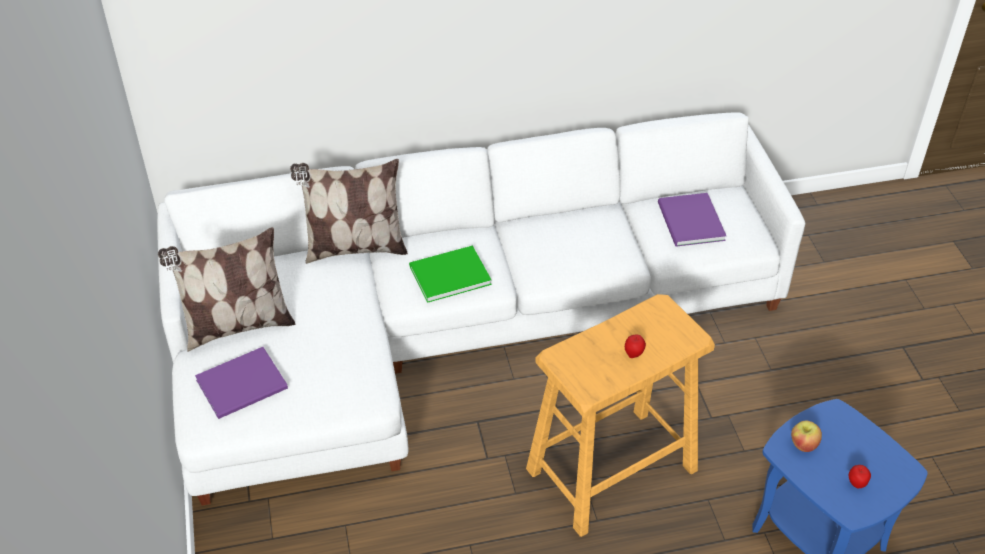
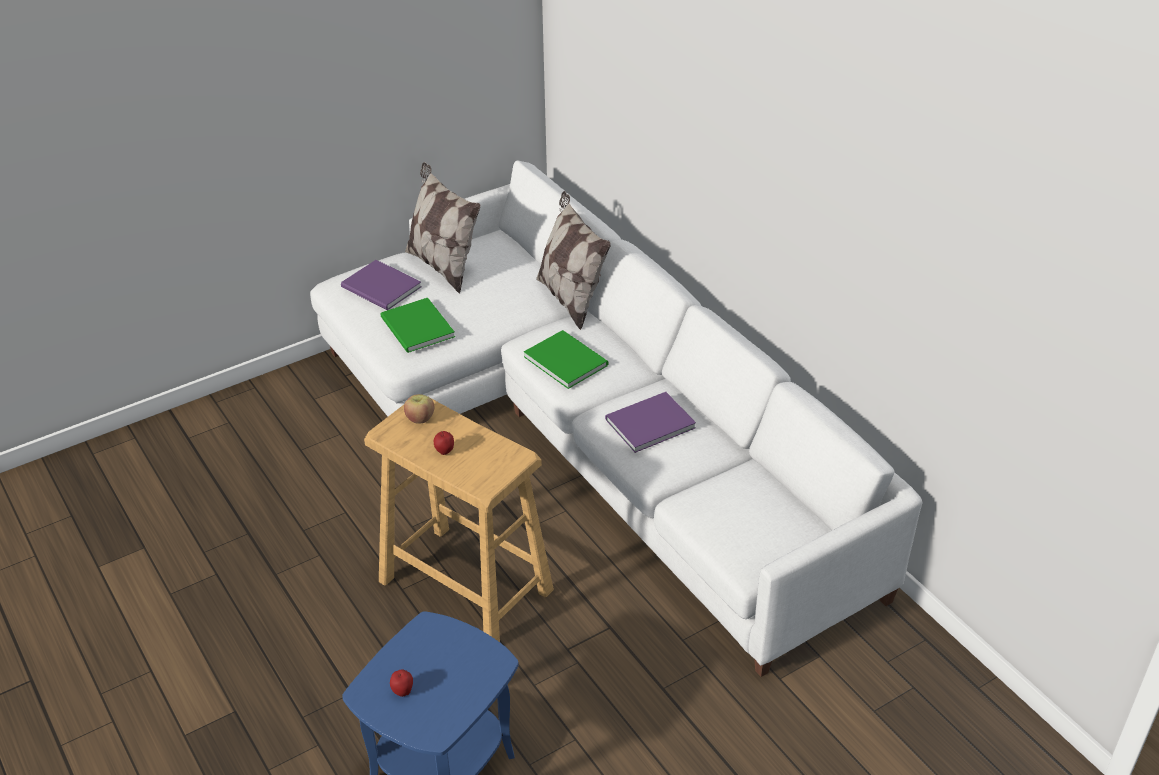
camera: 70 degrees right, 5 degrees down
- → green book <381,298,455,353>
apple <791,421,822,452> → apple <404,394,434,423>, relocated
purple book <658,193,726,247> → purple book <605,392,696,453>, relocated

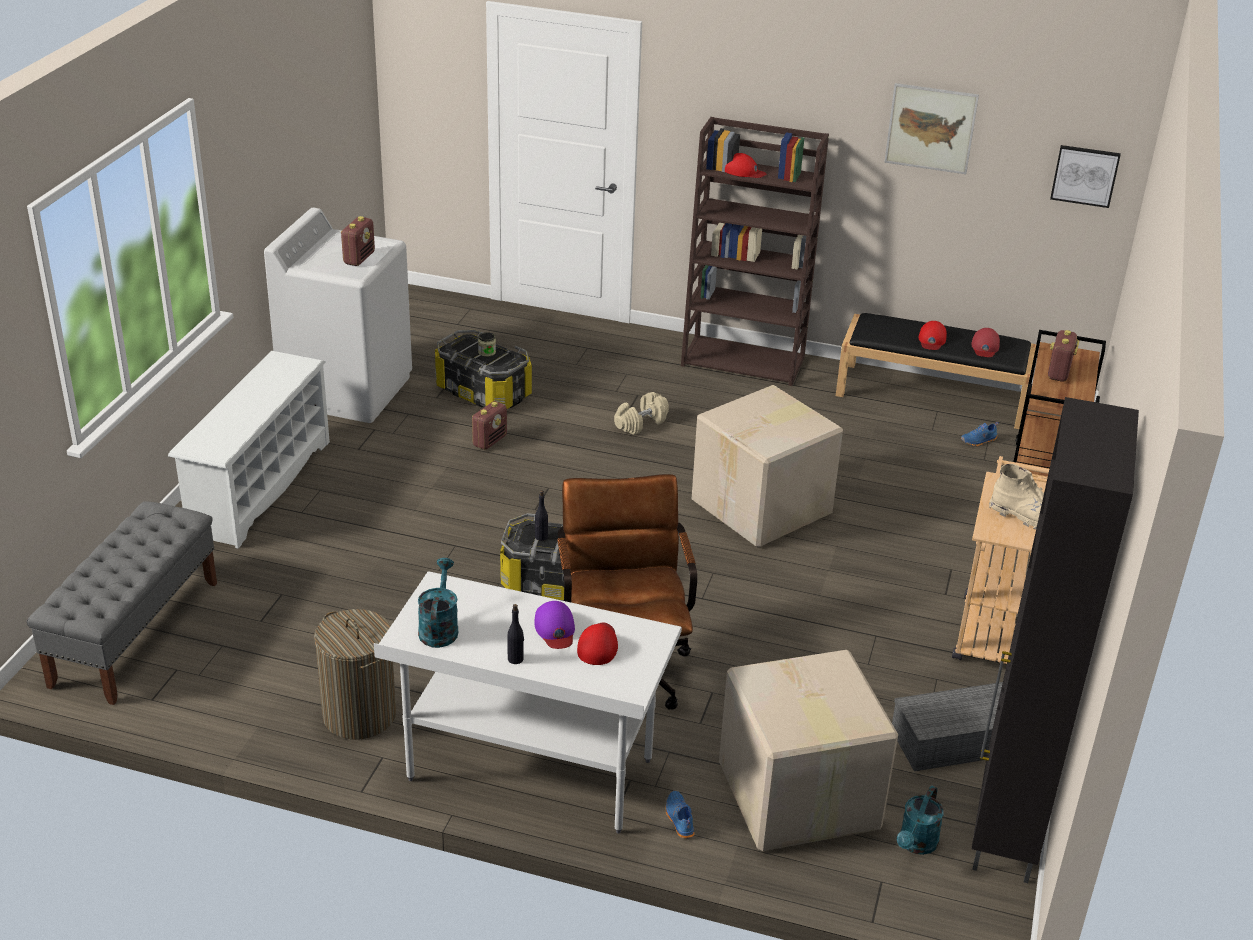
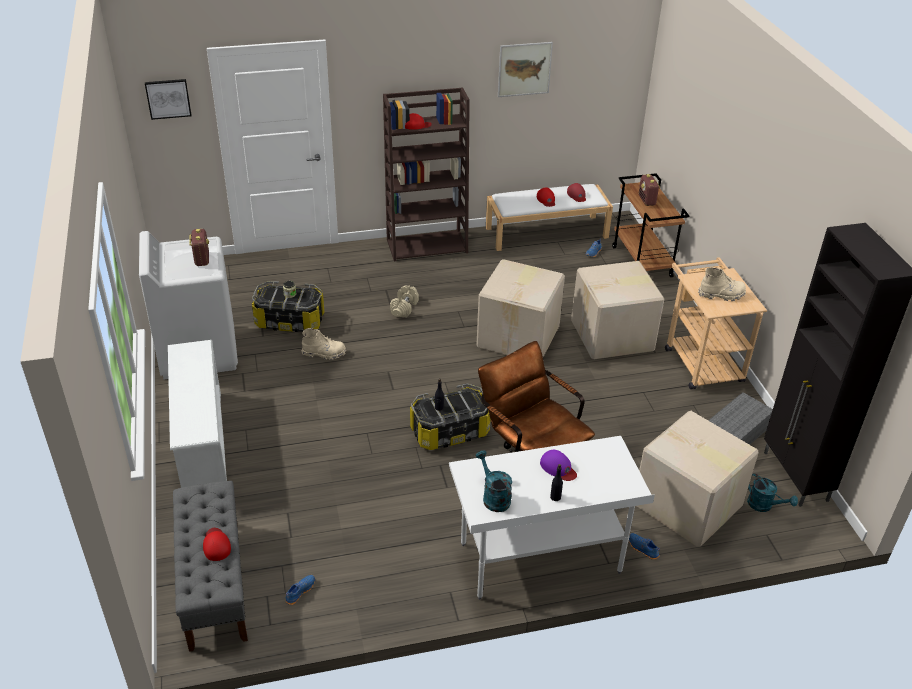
camera: 30 degrees left, 5 degrees up
picture <1050,145,1121,208> → picture <145,79,192,120>, relocated
red cap <577,623,618,665> → red cap <203,528,231,561>, relocated
- → blue shoe <285,575,315,605>
radio <472,401,507,450> → beige boot <302,328,346,360>
black bench <836,313,1036,429> → white bench <486,184,613,251>
- → cardboard box <571,261,665,360>
turquoise watering can <897,786,944,855> → turquoise watering can <747,473,798,512>, 45 degrees counterclockwise
laundry basket <314,609,396,739> → -

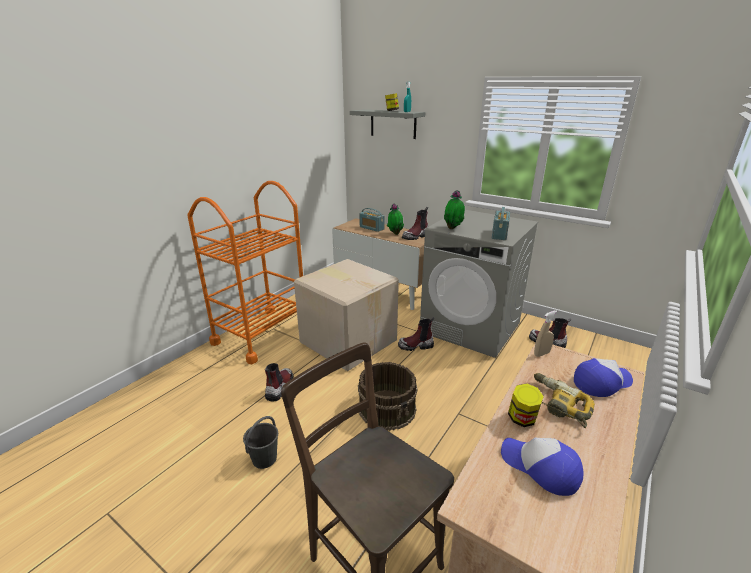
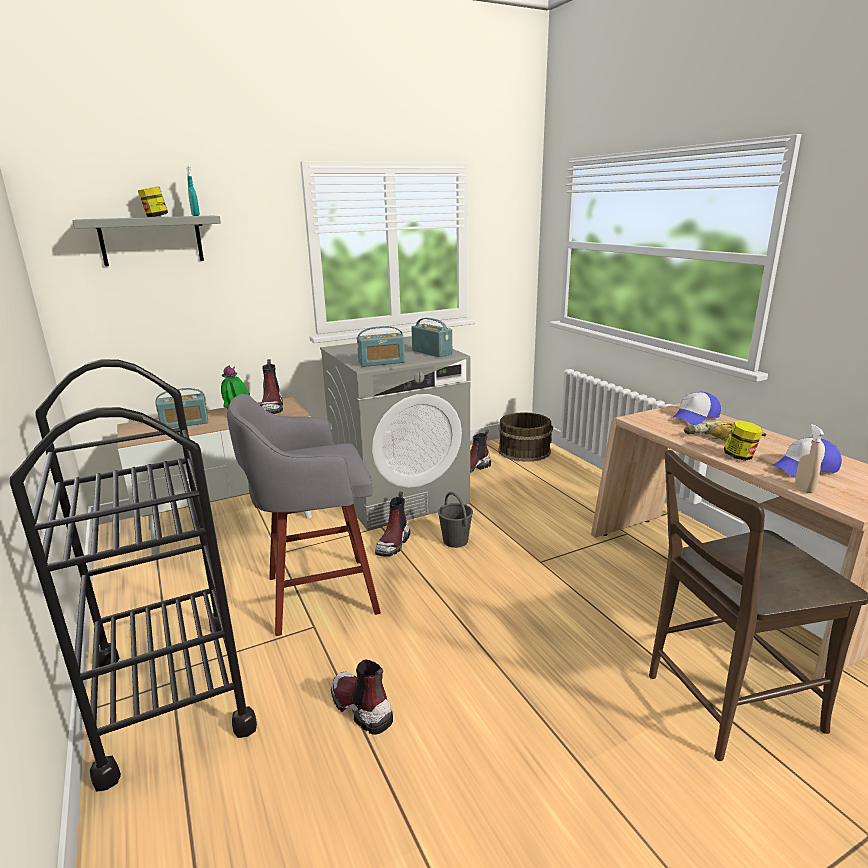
camera: 60 degrees left, 5 degrees down
orange cart <188,181,303,364> → black cart <10,359,257,792>
cardboard box <294,259,399,371> → grey stool <227,394,381,636>
potted plant <444,190,465,229> → radio <357,326,405,367>
grey bucket <243,416,278,469> → grey bucket <438,492,473,548>, relocated
brown bucket <358,362,418,431> → brown bucket <498,412,553,462>, relocated
cap <574,358,633,397> → cap <672,392,721,425>, 135 degrees counterclockwise
beige spray bottle <534,310,557,357> → beige spray bottle <795,424,824,493>, relocated

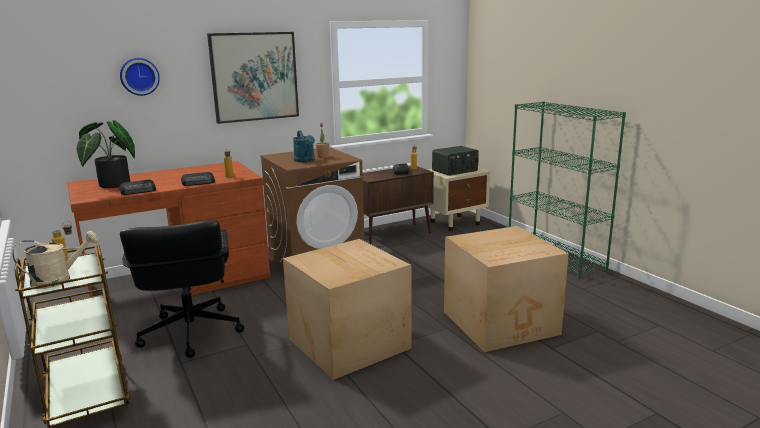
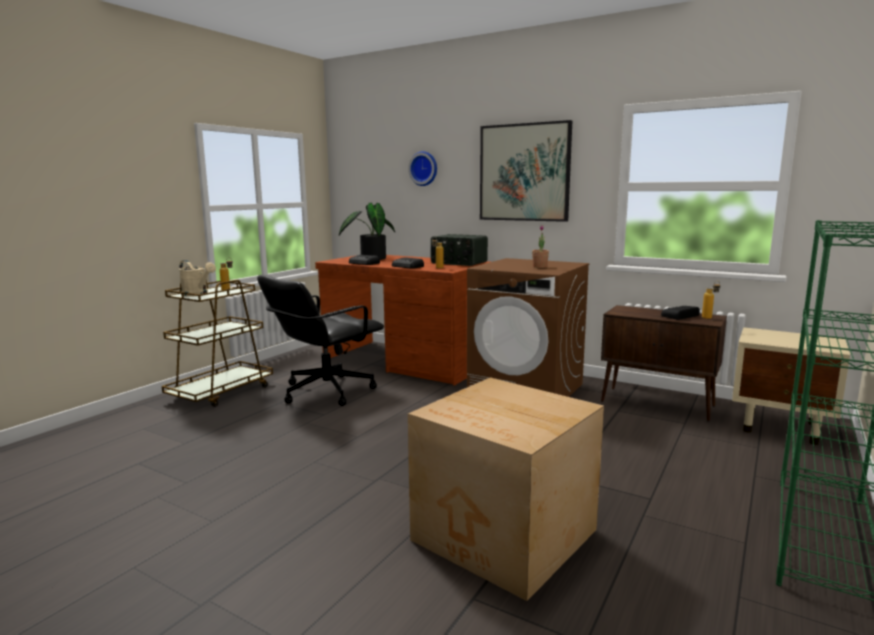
camera: 60 degrees right, 5 degrees down
radio <432,146,479,176> → radio <431,234,488,266>, relocated
cardboard box <283,239,412,380> → -
turquoise watering can <293,130,315,162> → -

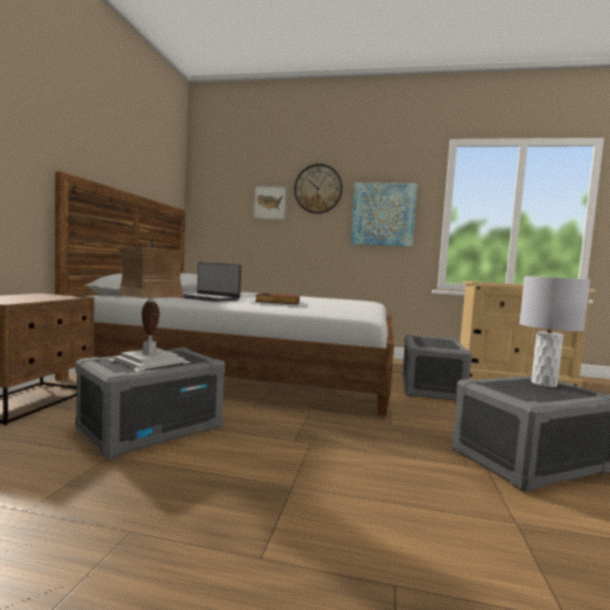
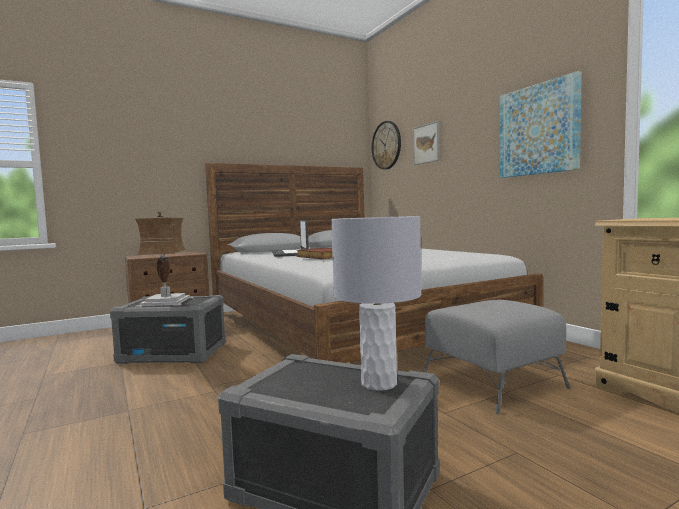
camera: 50 degrees right, 0 degrees up
wall clock <294,164,342,214> → wall clock <372,121,401,169>, relocated
grey storage box <402,334,473,401> → grey ottoman <423,300,571,414>

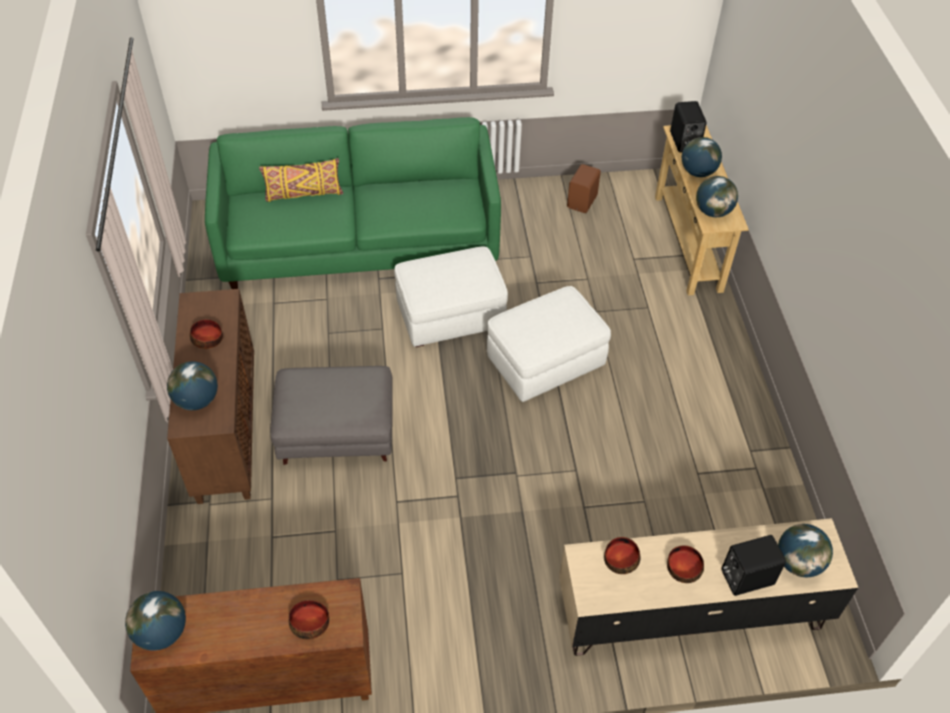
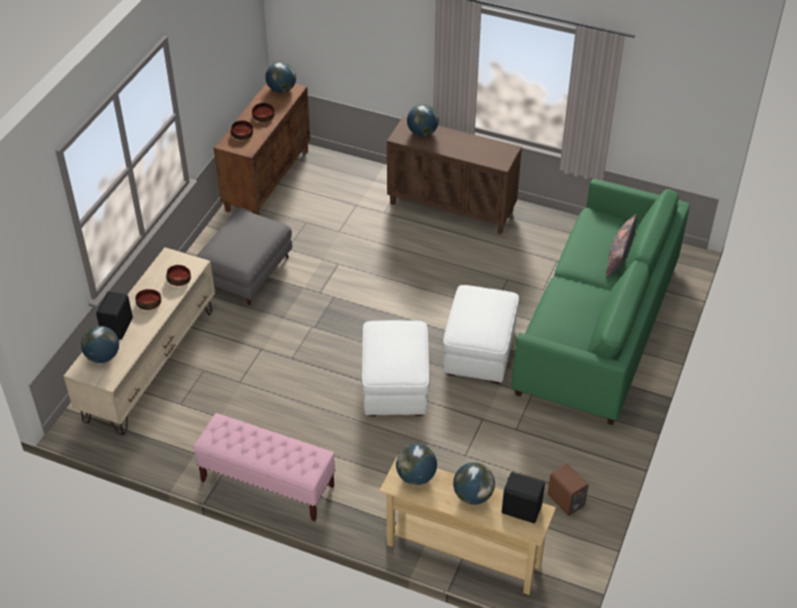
camera: 120 degrees right, 5 degrees down
- → pink bench <193,413,336,521>
grey ottoman <270,366,393,465> → grey ottoman <196,209,292,306>, relocated
bowl <190,319,223,349> → bowl <252,103,275,122>, relocated
yellow pillow <259,158,343,202> → grey pillow <606,214,637,278>

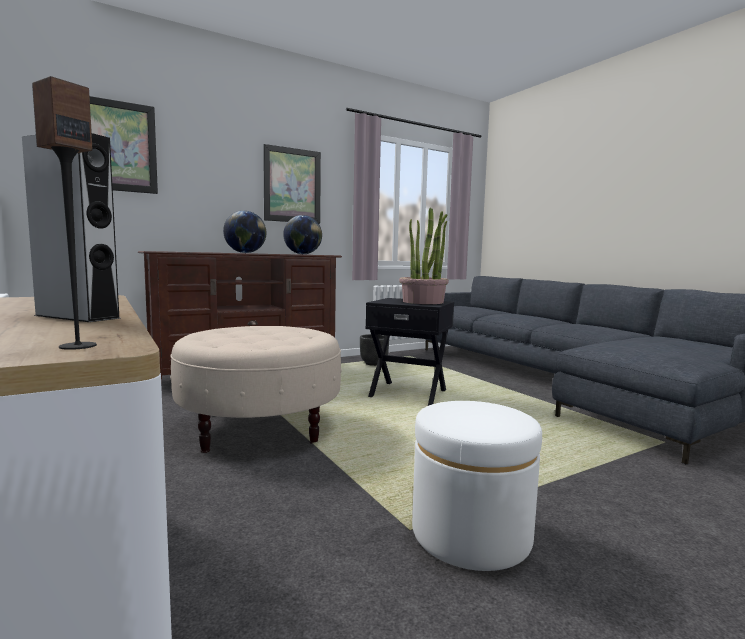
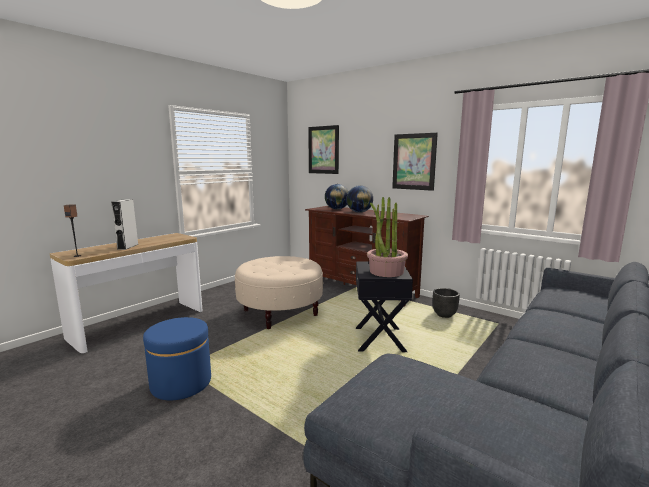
camera: 70 degrees right, 5 degrees up
white ottoman <412,401,542,571> → blue ottoman <143,317,211,400>
globe <283,215,322,254> → globe <325,184,349,209>, relocated

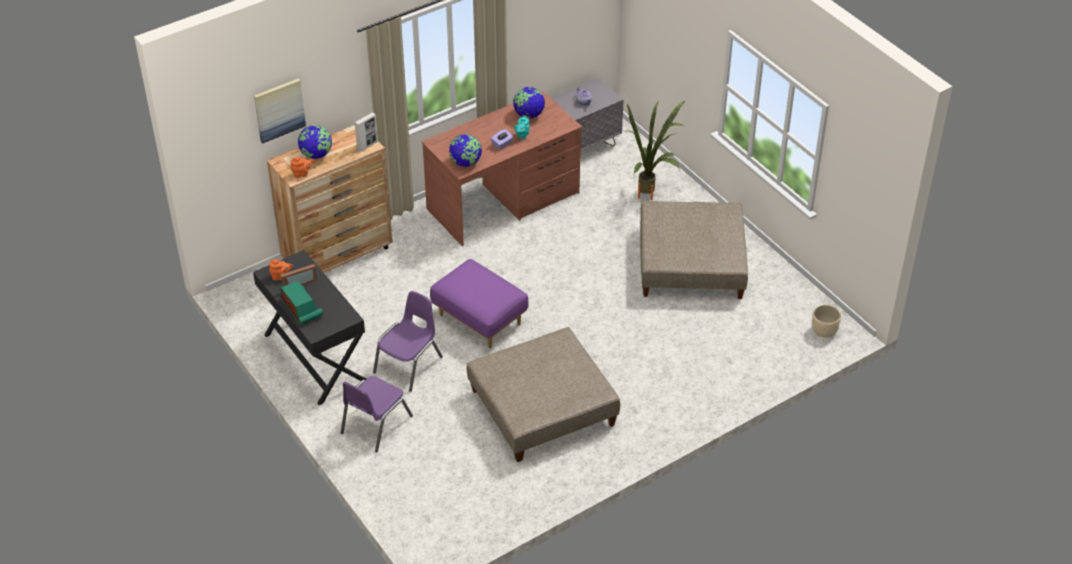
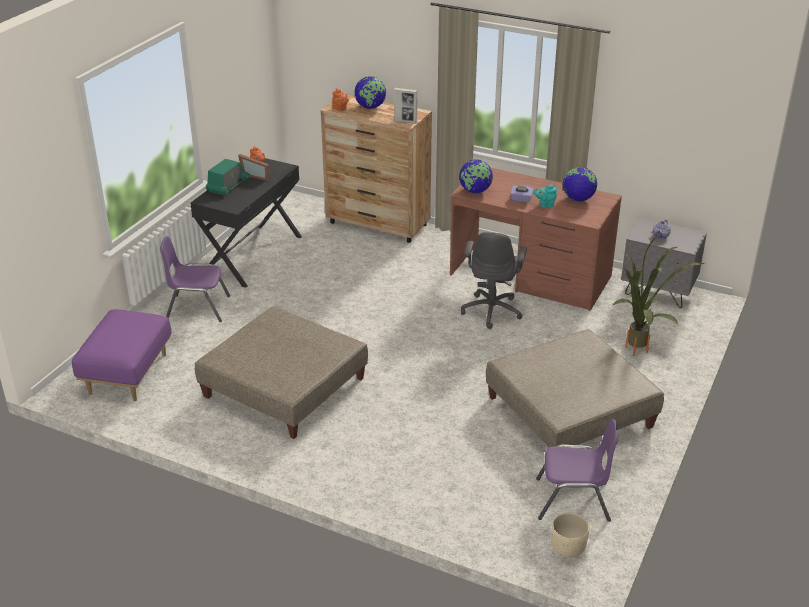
camera: 60 degrees right, 10 degrees down
purple ottoman <430,259,529,348> → purple ottoman <72,309,172,401>, relocated
- → grey office chair <461,232,527,329>
purple chair <373,291,443,392> → purple chair <536,419,618,522>, relocated
picture <254,78,306,143> → -

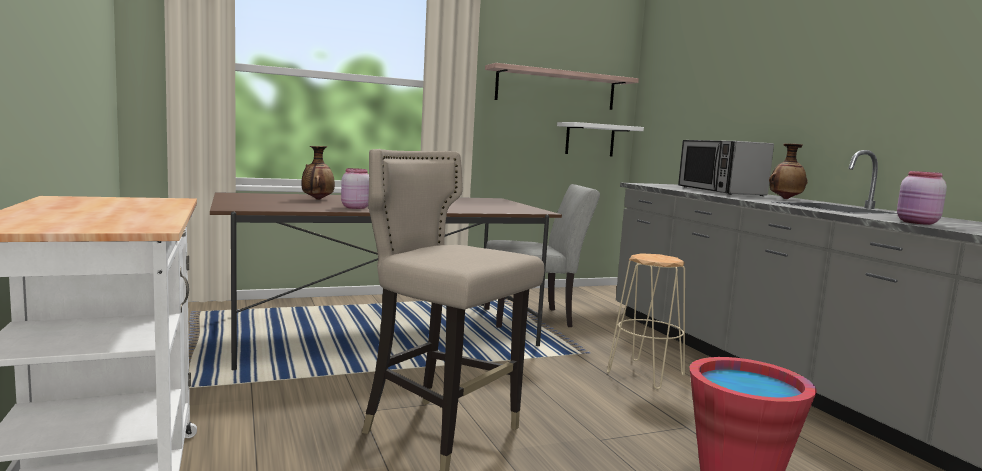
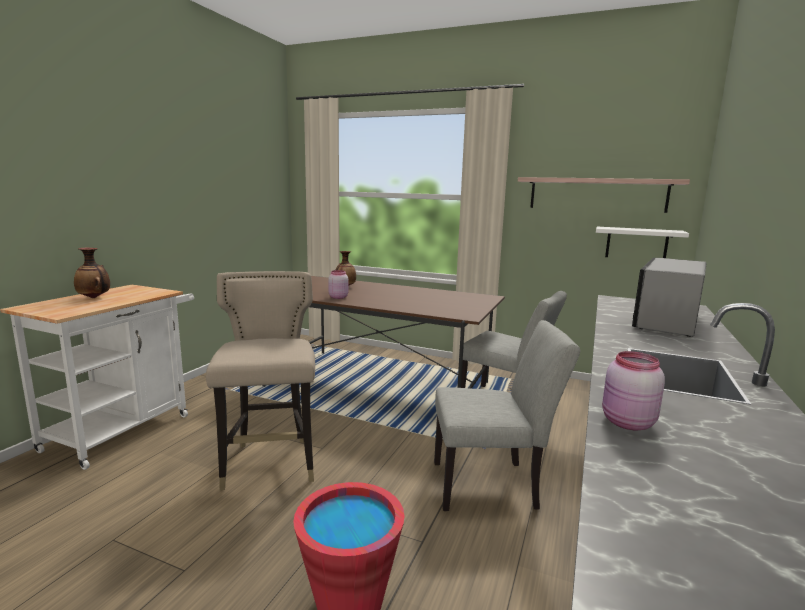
camera: 45 degrees right, 5 degrees up
vase <769,144,808,199> → vase <74,248,110,298>, relocated
beige stool <607,253,685,389> → grey chair <434,320,580,511>

